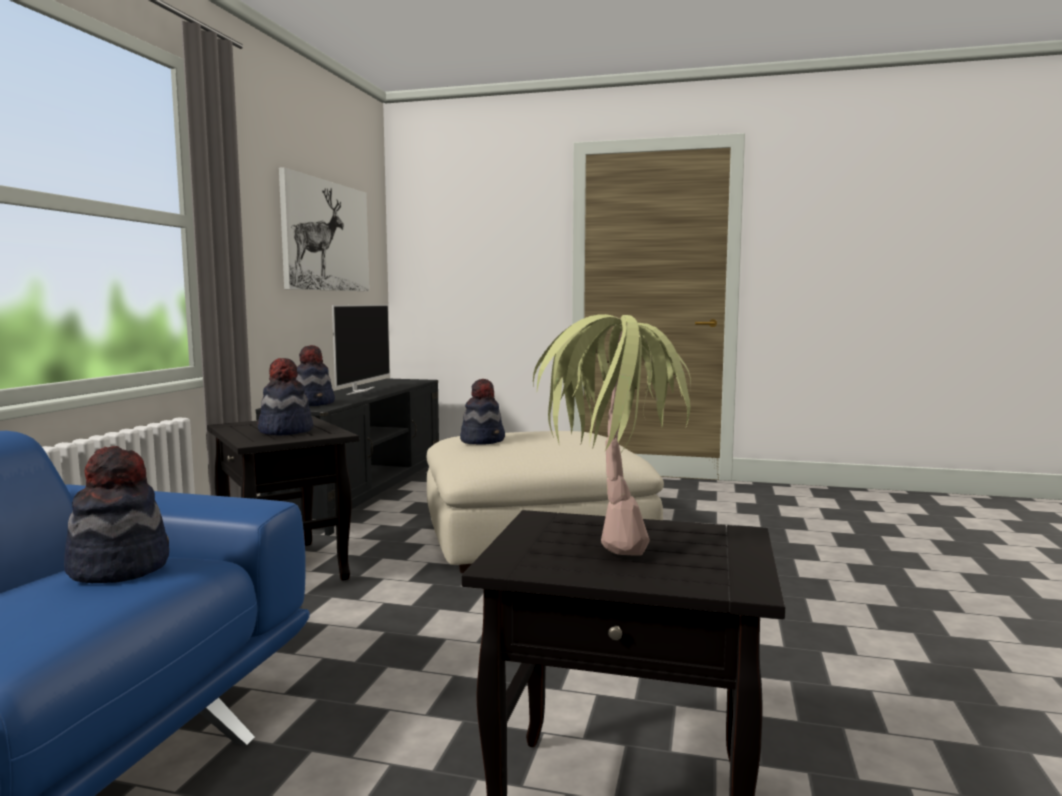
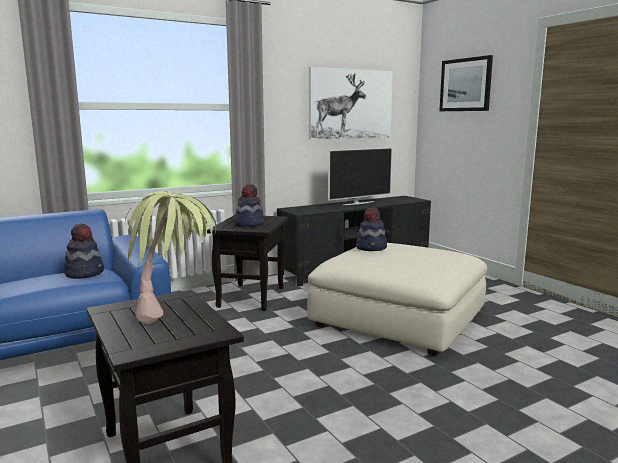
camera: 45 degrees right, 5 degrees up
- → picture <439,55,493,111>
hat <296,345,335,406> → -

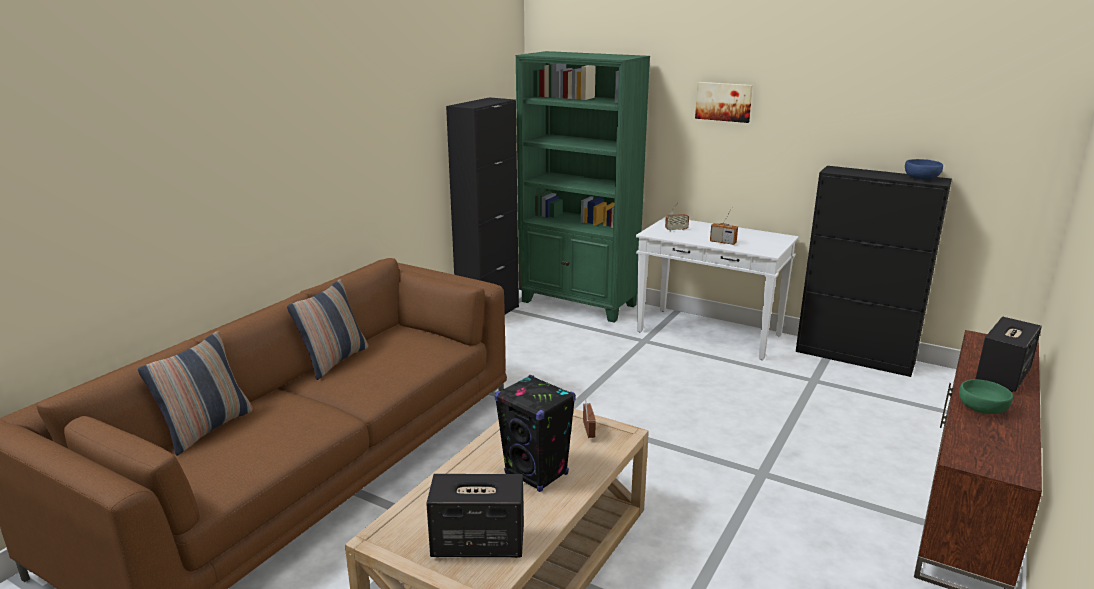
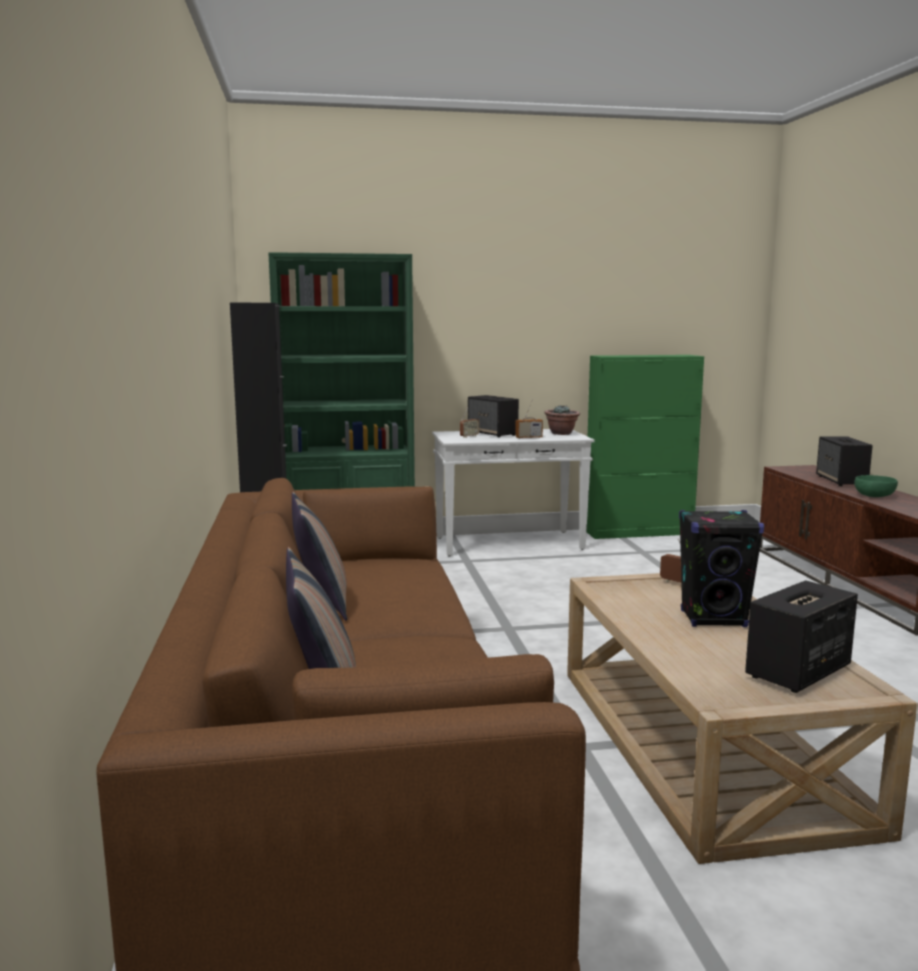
camera: 40 degrees left, 10 degrees down
- → speaker <468,395,519,438>
- → potted plant <544,405,580,435>
black cabinet <796,166,952,377> → green cabinet <586,355,704,539>
picture <695,82,753,123> → -
blue bowl <905,159,943,180> → -

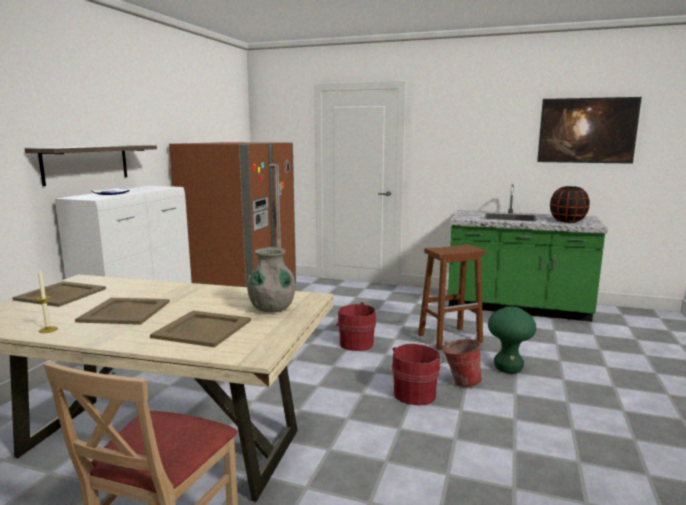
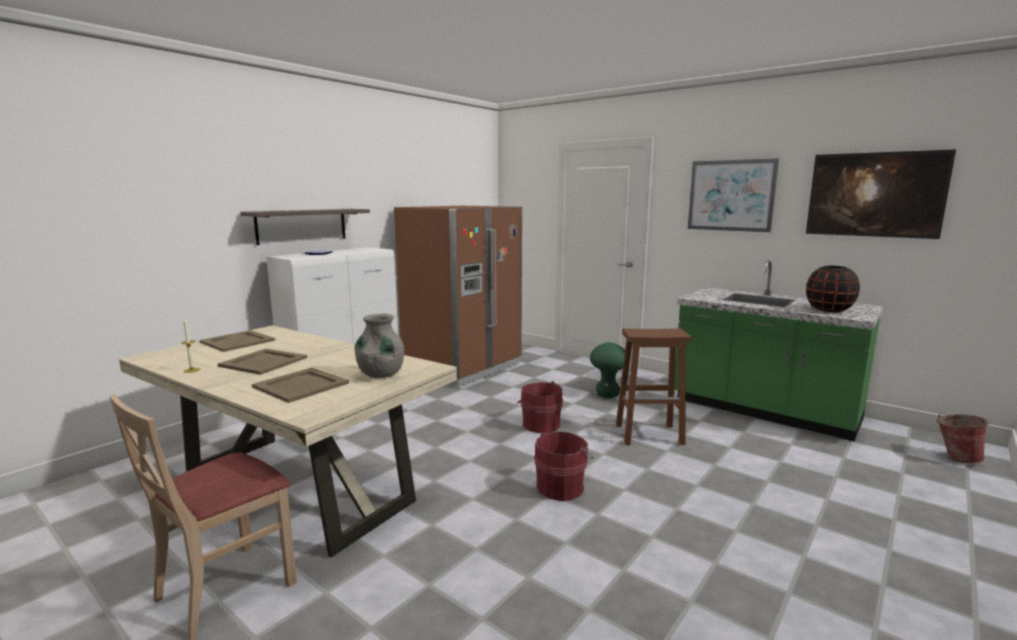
camera: 20 degrees right, 0 degrees up
green stool <488,306,536,373> → green stool <590,342,625,398>, relocated
- → picture <688,158,779,232>
bucket <443,339,483,387> → bucket <937,414,991,463>, relocated

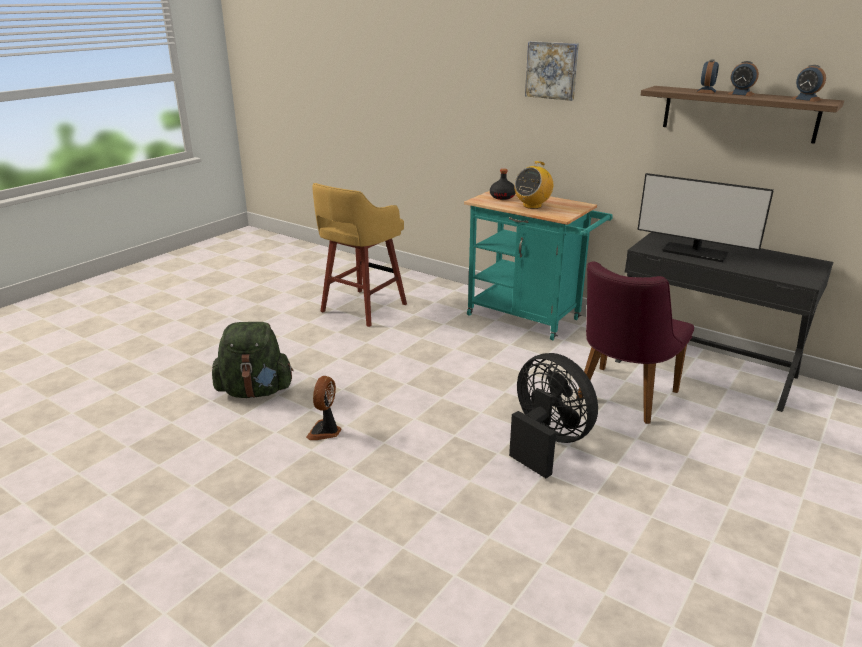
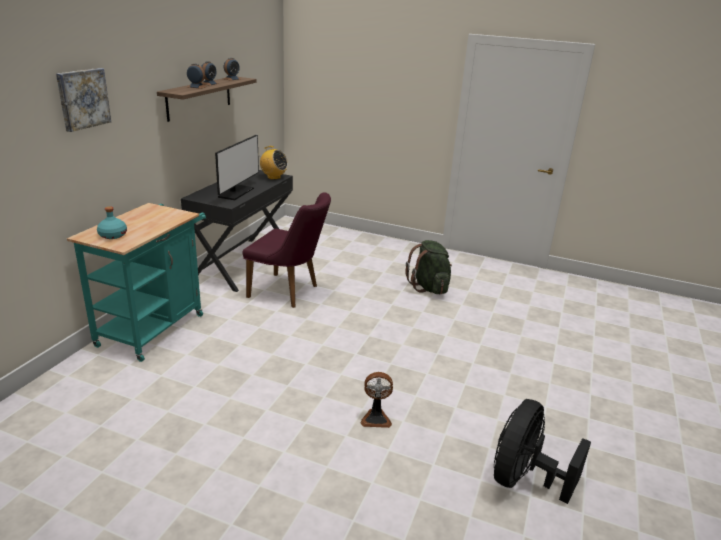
camera: 105 degrees left, 0 degrees up
black bottle <490,169,516,200> → turquoise bottle <97,206,127,239>
radio <514,161,553,209> → radio <259,146,288,180>, relocated
green backpack <212,322,294,398> → green backpack <405,240,452,295>, relocated
black fan <509,353,598,478> → black fan <494,399,591,504>, relocated
yellow stool <312,183,407,327> → -

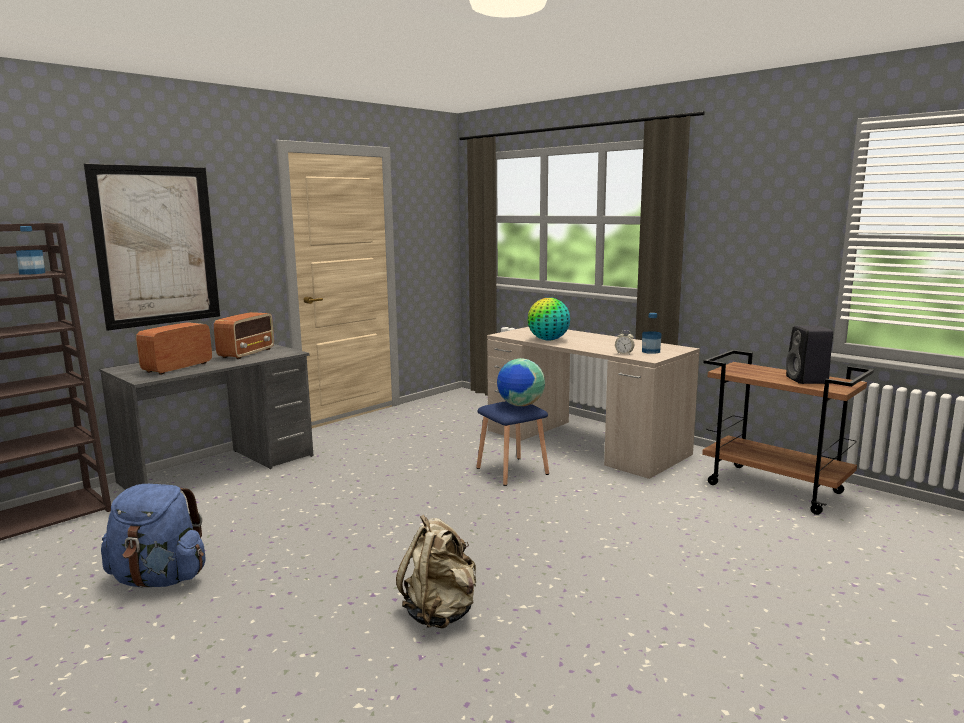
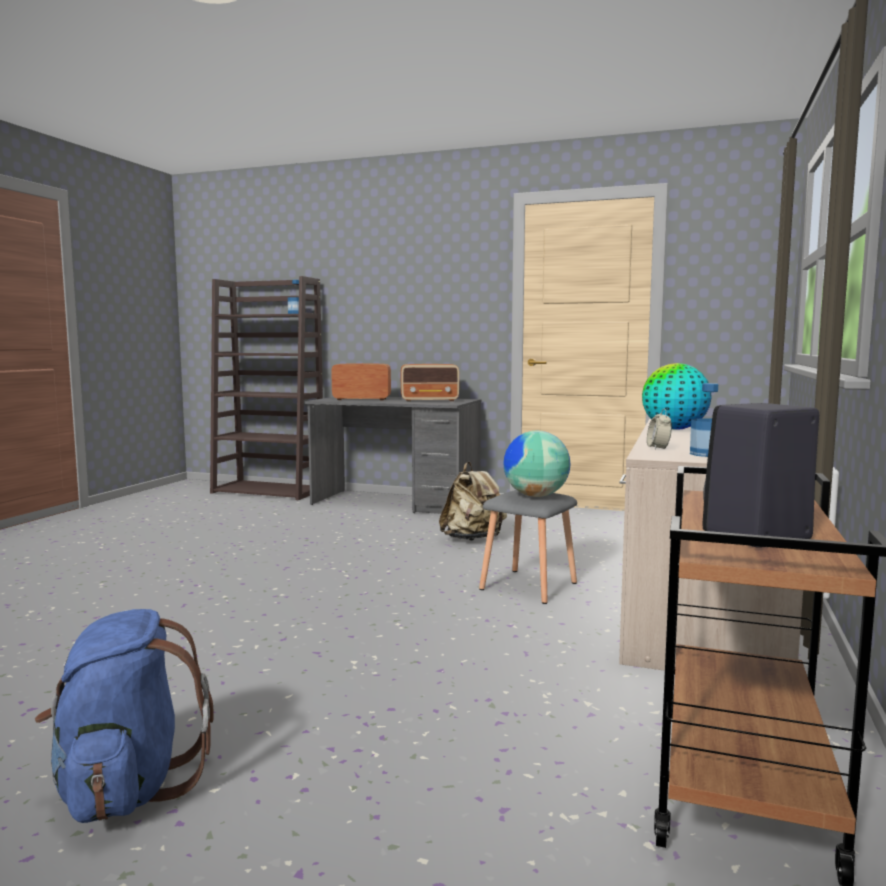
camera: 65 degrees right, 5 degrees down
blue backpack <101,484,205,588> → blue backpack <35,609,214,823>, relocated
beige backpack <396,515,477,629> → beige backpack <439,462,507,540>, relocated
blue stool <476,401,549,486> → grey stool <479,490,577,604>
picture <84,163,220,331> → -

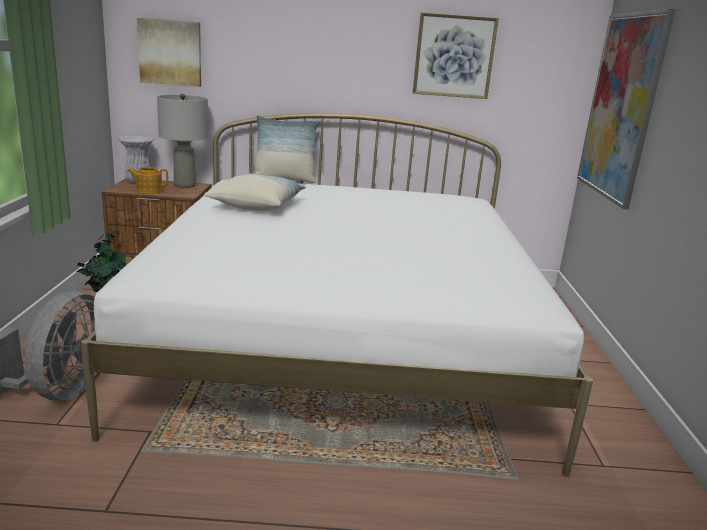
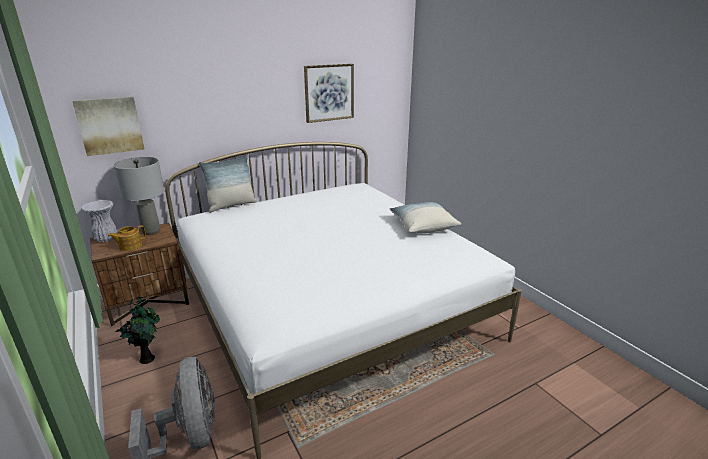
camera: 30 degrees left, 5 degrees up
pillow <204,173,306,211> → pillow <390,202,461,233>, relocated
picture <577,9,676,210> → -

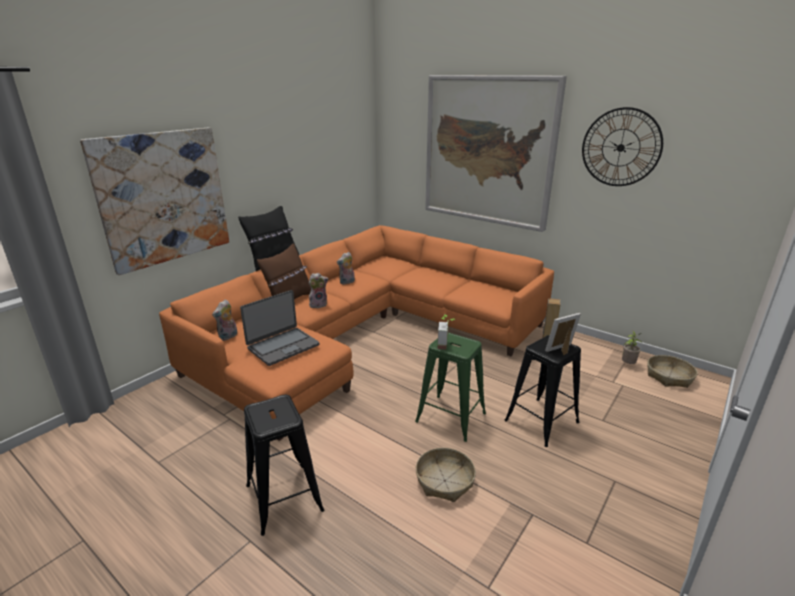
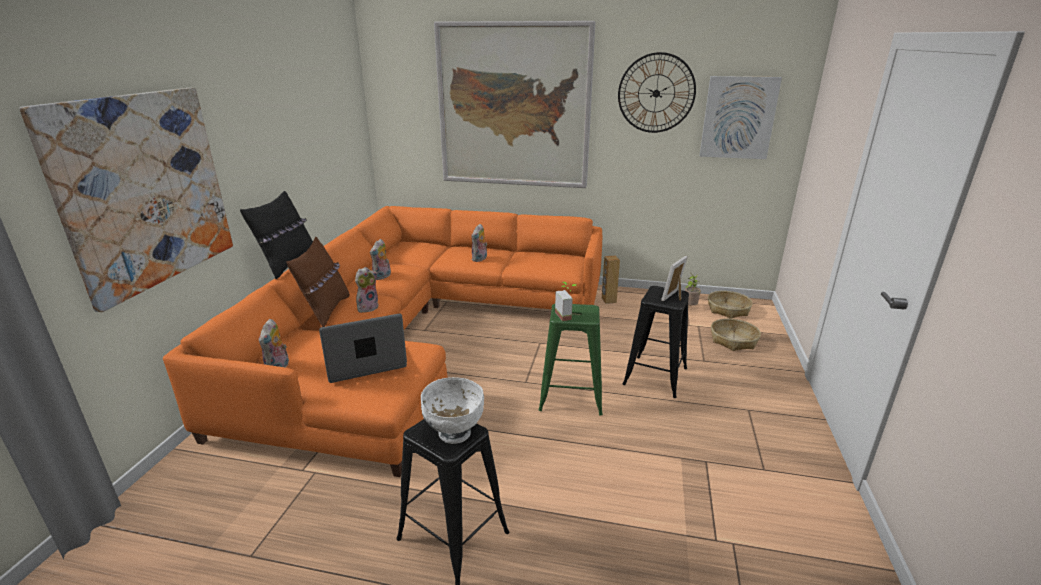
camera: 25 degrees left, 0 degrees up
laptop <240,290,320,366> → laptop <319,314,407,383>, 135 degrees counterclockwise
- → white bowl <421,377,484,444>
- → plush toy <471,224,487,262>
- → picture <699,76,782,159>
basket <416,448,476,502> → basket <711,318,761,351>, relocated

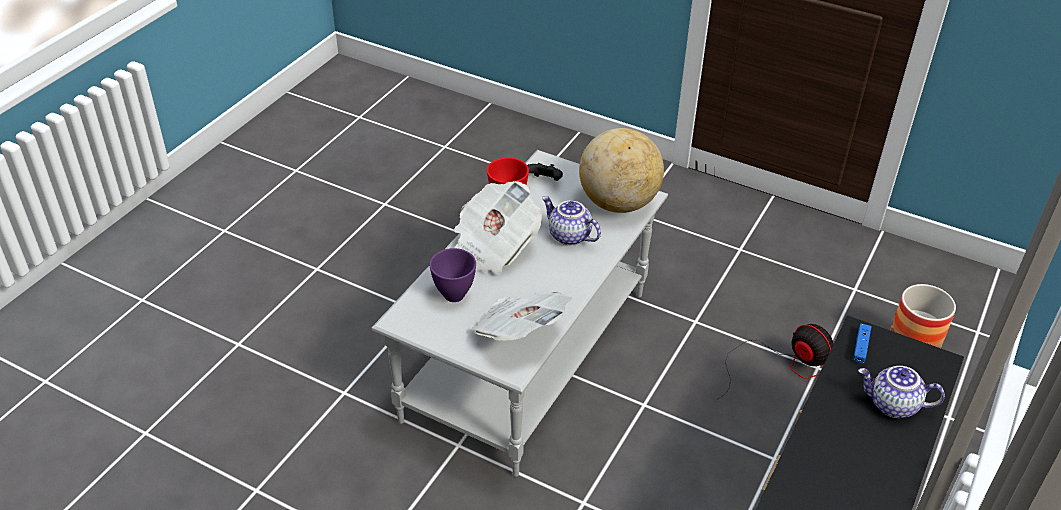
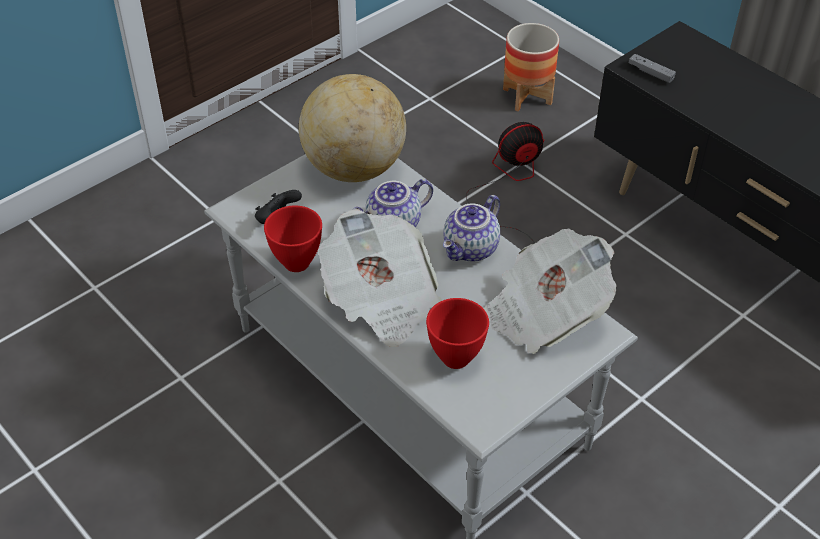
camera: 70 degrees left, 5 degrees up
purple bowl <429,248,476,302> → red bowl <426,298,489,369>
teapot <858,366,945,418> → teapot <443,195,500,262>, relocated
blue game controller <853,324,872,364> → grey game controller <629,54,676,83>

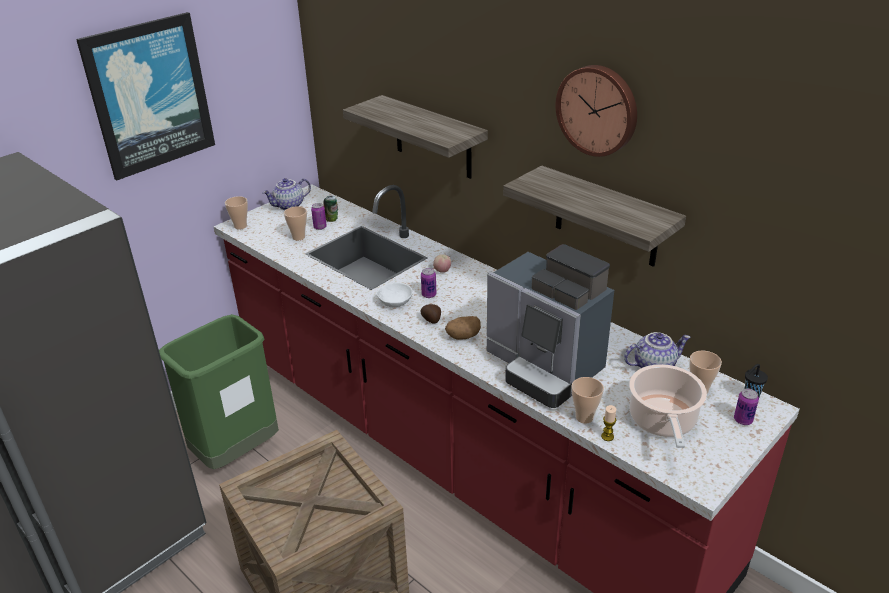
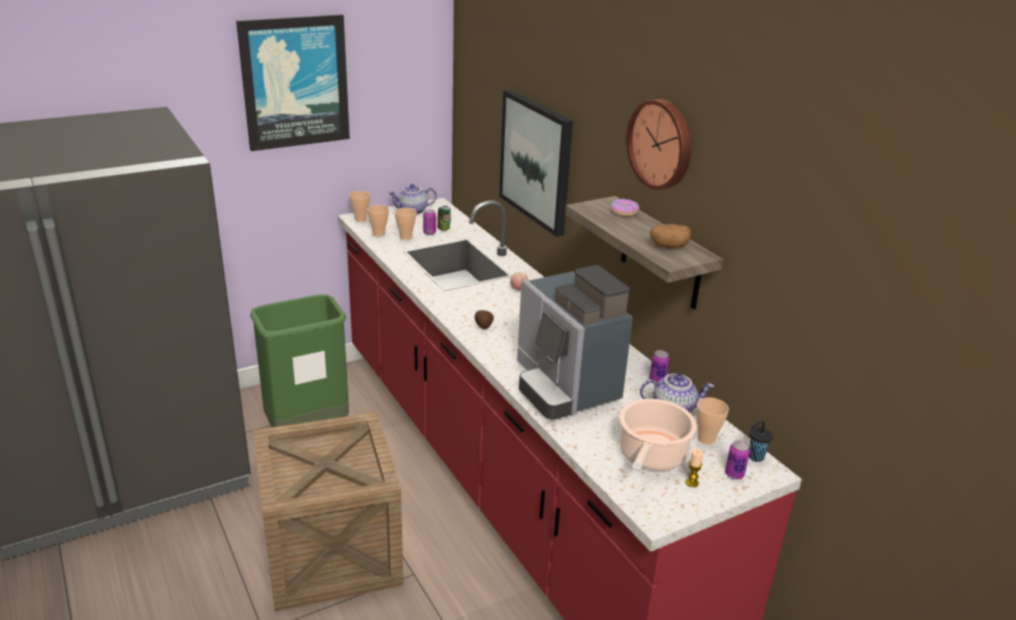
camera: 15 degrees right, 5 degrees down
cup <572,377,604,424> → cup <367,205,389,237>, relocated
shelf <343,95,488,179> → picture <499,90,573,237>
- → donut <610,199,639,216>
can <421,268,437,298> → can <649,350,669,382>, relocated
potato <445,316,481,340> → potato <650,224,691,248>, relocated
candle <601,405,616,441> → candle <685,449,703,487>, relocated
white bowl <377,283,413,307> → -

